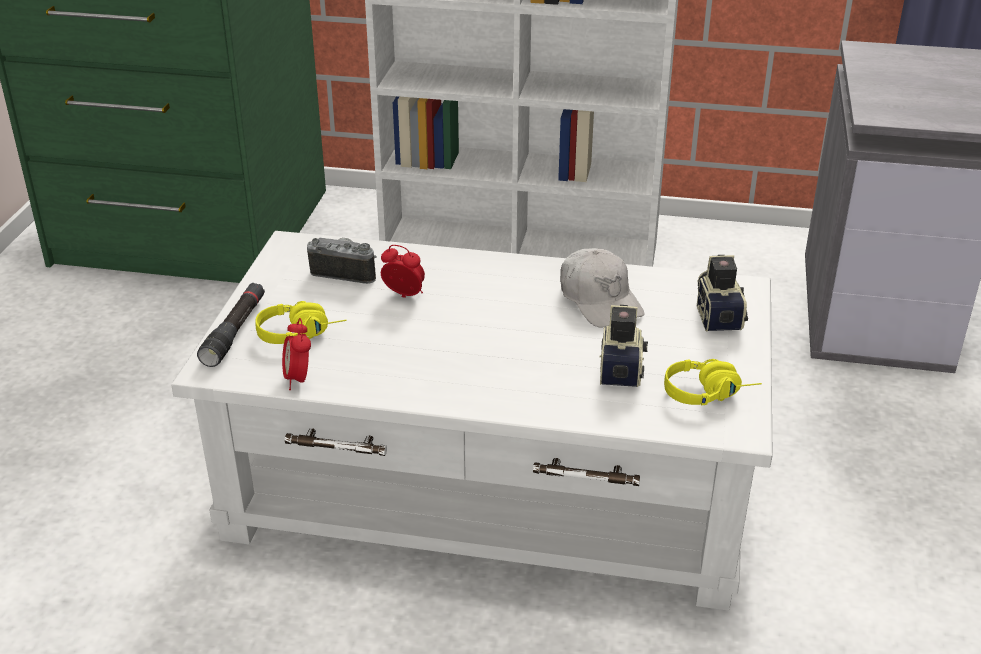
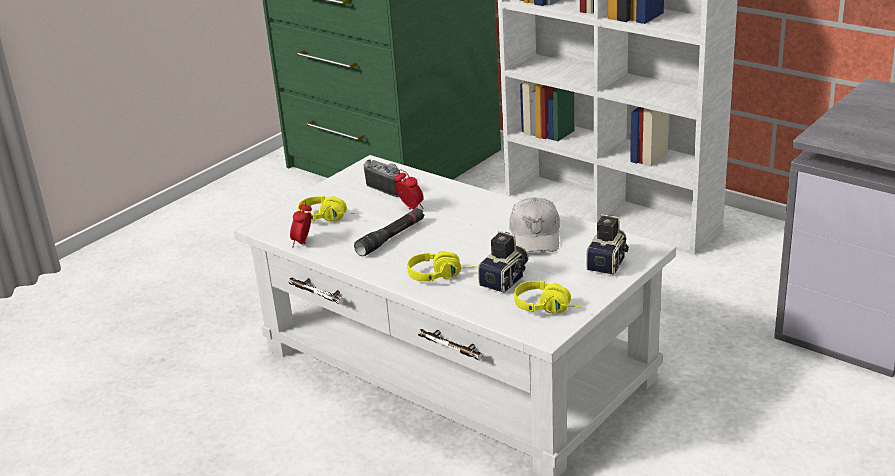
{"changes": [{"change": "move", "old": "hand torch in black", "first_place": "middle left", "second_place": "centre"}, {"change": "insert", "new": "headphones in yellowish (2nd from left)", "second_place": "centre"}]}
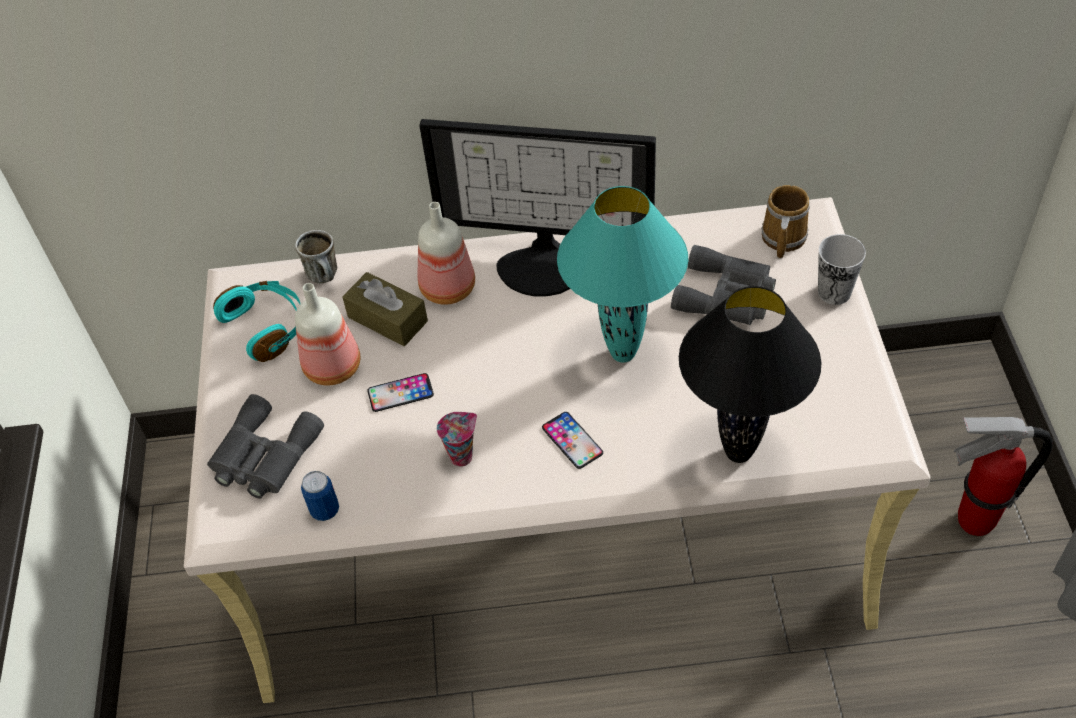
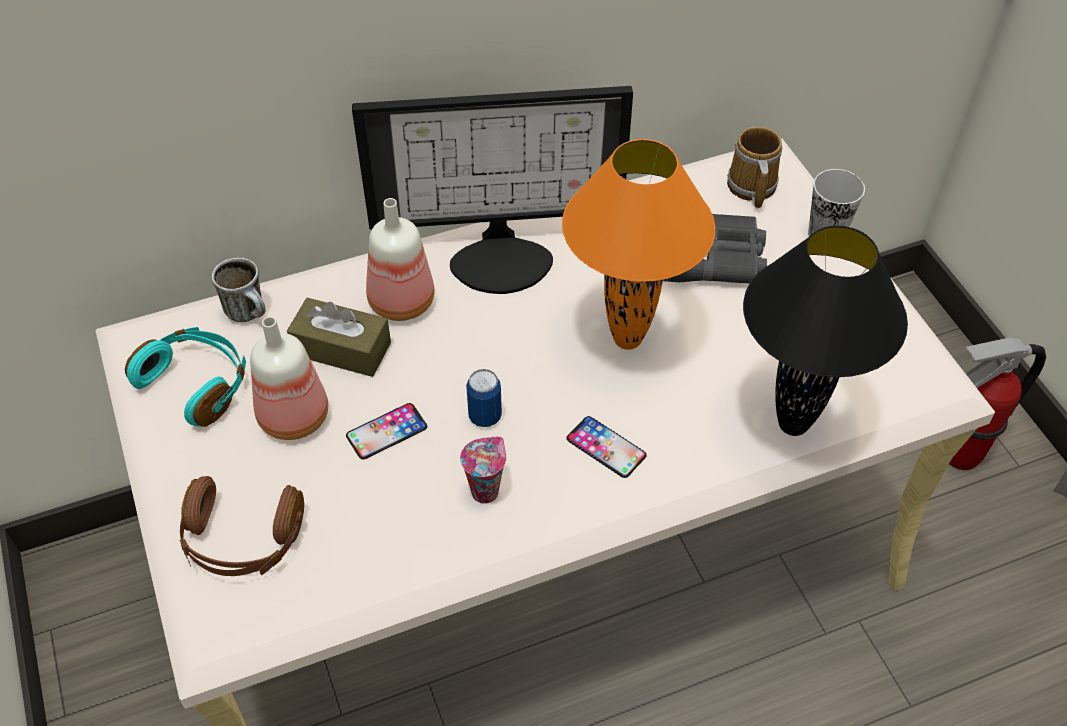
{"changes": [{"change": "replace", "old": "pair of binoculars in greyish (1st from left)", "new": "headphones in brown-coloured", "first_place": "middle left", "second_place": "bottom left"}, {"change": "move", "old": "metal can", "first_place": "bottom left", "second_place": "centre"}, {"change": "recolor", "old": "tabletop lamp in blue-green", "new": "tabletop lamp in orangey", "first_place": "centre", "second_place": "centre"}]}
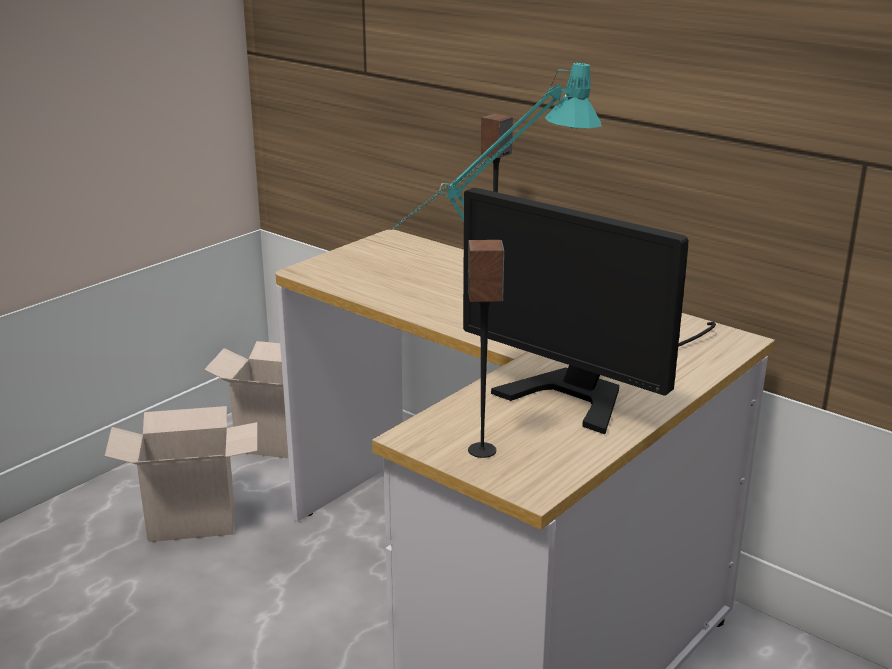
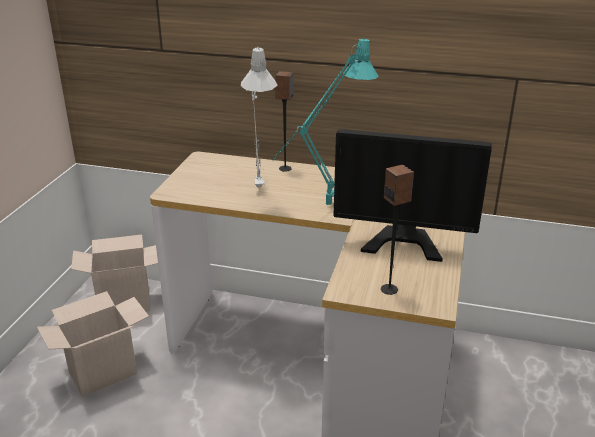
{"changes": [{"change": "insert", "new": "tabletop lamp in greyish", "second_place": "top centre"}]}
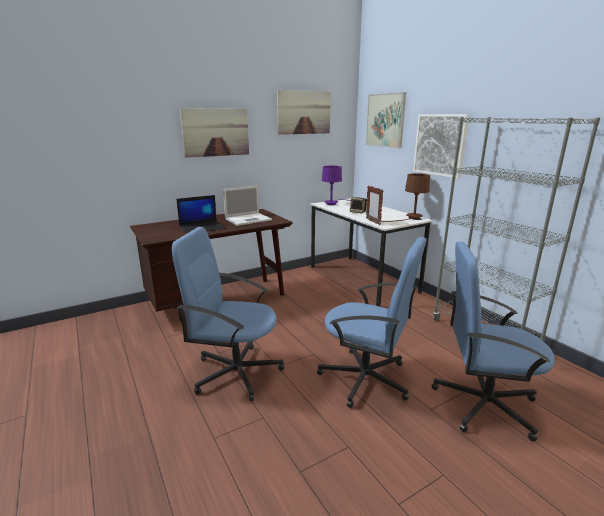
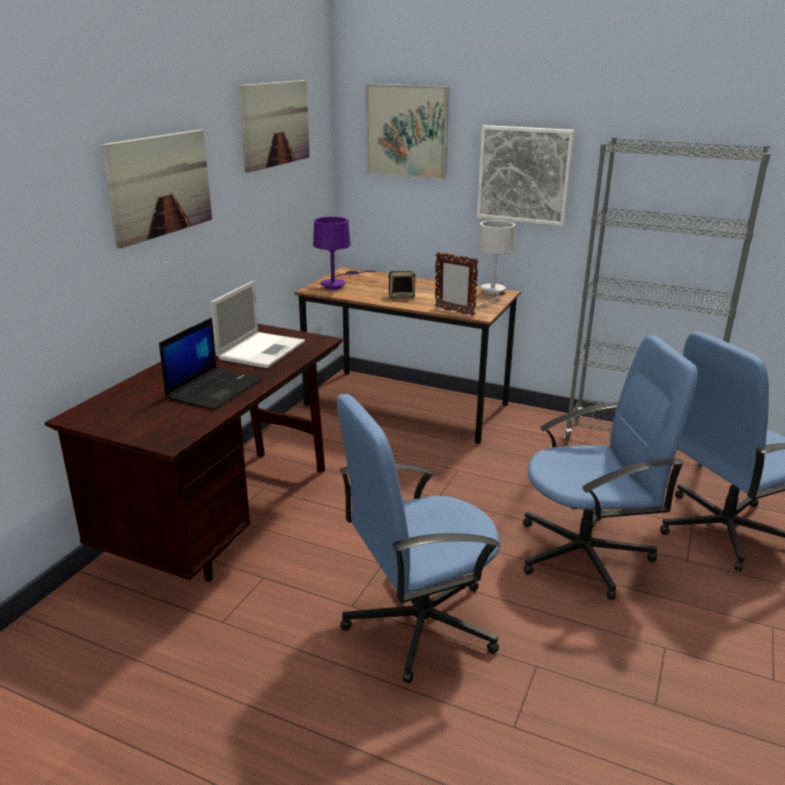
{"changes": [{"change": "recolor", "old": "desk table in white", "new": "desk table in brown-coloured (2nd from left)", "first_place": "centre", "second_place": "centre"}, {"change": "recolor", "old": "tabletop lamp in brown-coloured", "new": "tabletop lamp in white", "first_place": "middle right", "second_place": "centre"}]}
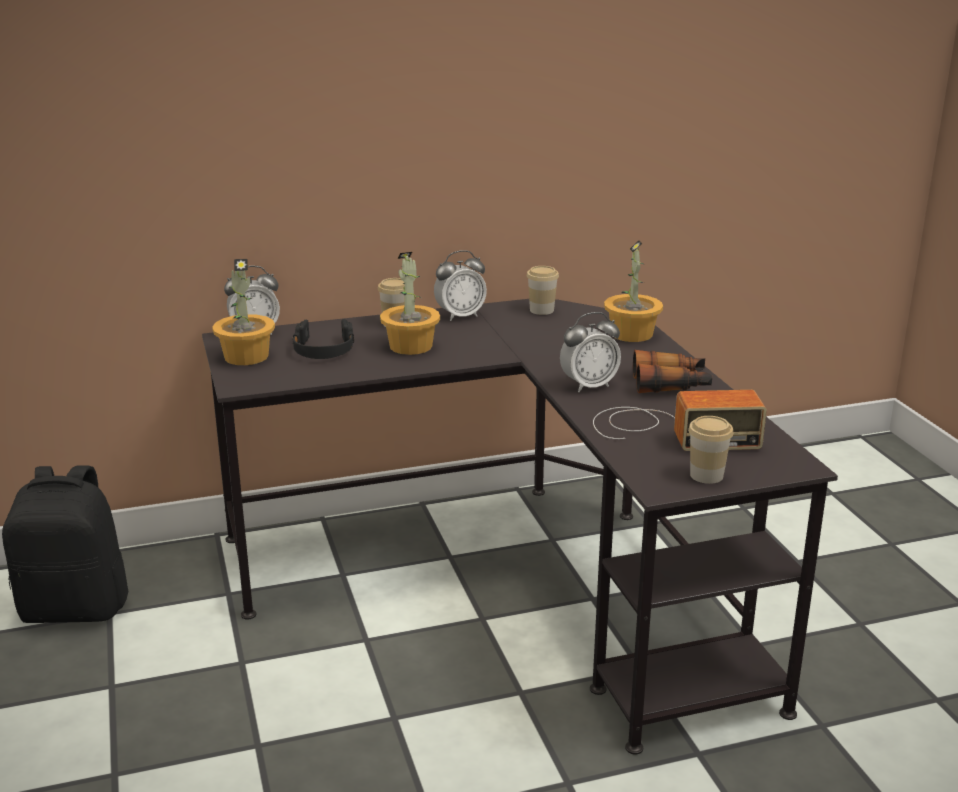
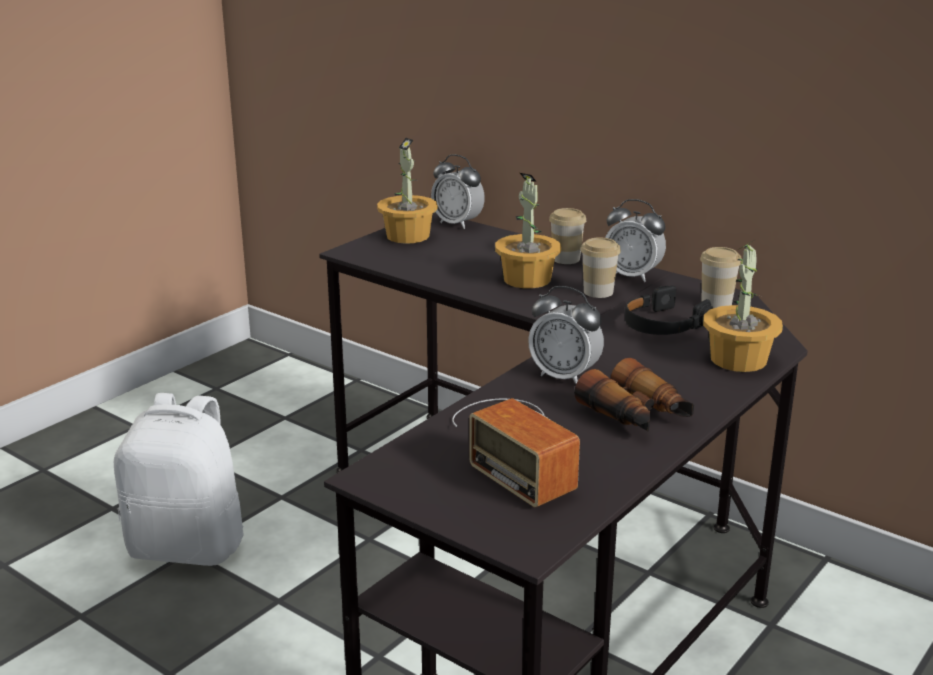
{"changes": [{"change": "delete", "old": "backpack in black", "first_place": "bottom left"}, {"change": "move", "old": "headphones in black", "first_place": "centre", "second_place": "middle right"}, {"change": "move", "old": "drinking cup (3rd from left in the first image)", "new": "drinking cup (2nd from left)", "first_place": "middle right", "second_place": "centre"}, {"change": "insert", "new": "backpack in white", "second_place": "bottom left"}]}
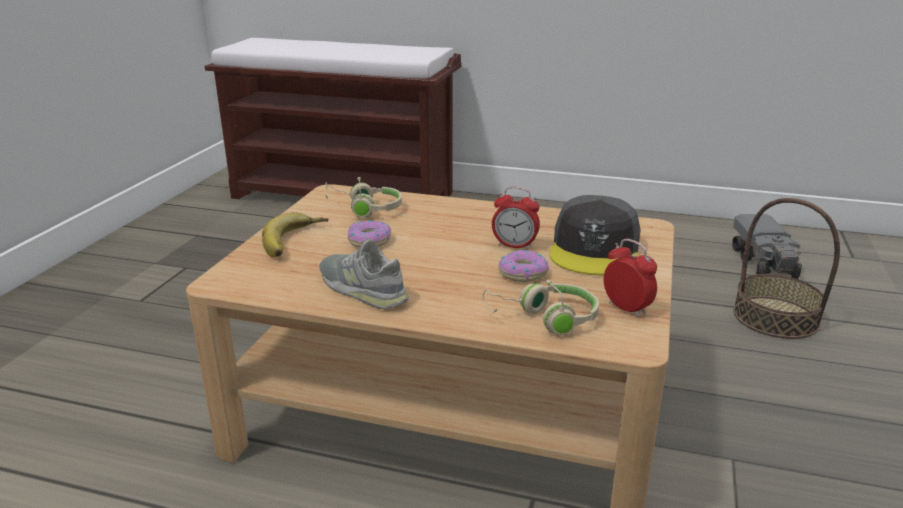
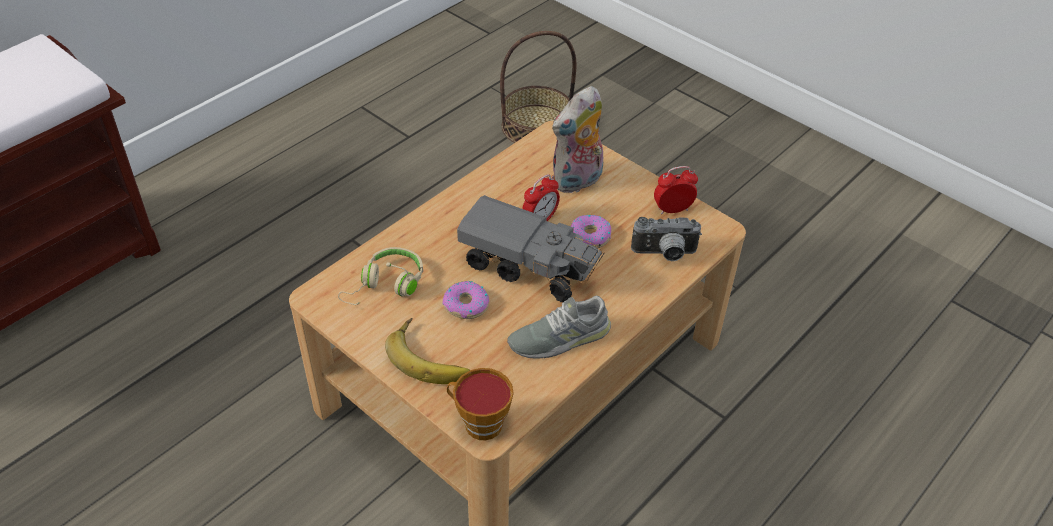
{"changes": [{"change": "replace", "old": "headphones in beige-coloured (2nd from left)", "new": "photo camera", "first_place": "centre", "second_place": "centre"}, {"change": "replace", "old": "peaked cap in greyish", "new": "plush toy", "first_place": "centre", "second_place": "top centre"}, {"change": "move", "old": "model truck", "first_place": "middle right", "second_place": "centre"}, {"change": "insert", "new": "drinking cup", "second_place": "bottom centre"}]}
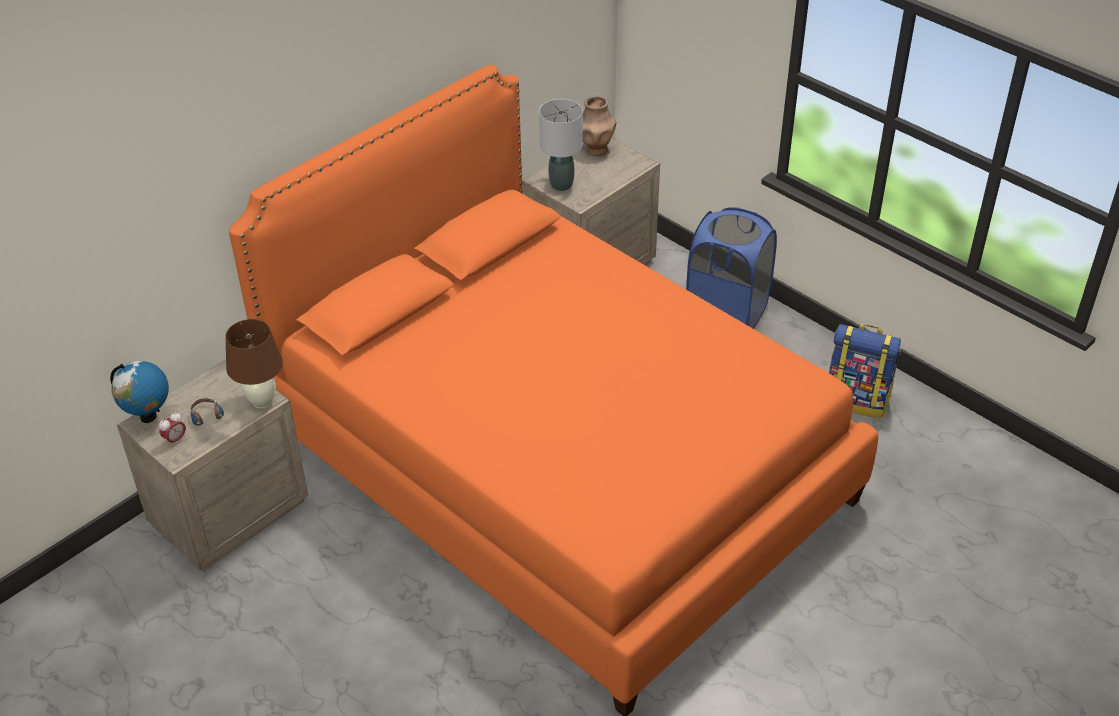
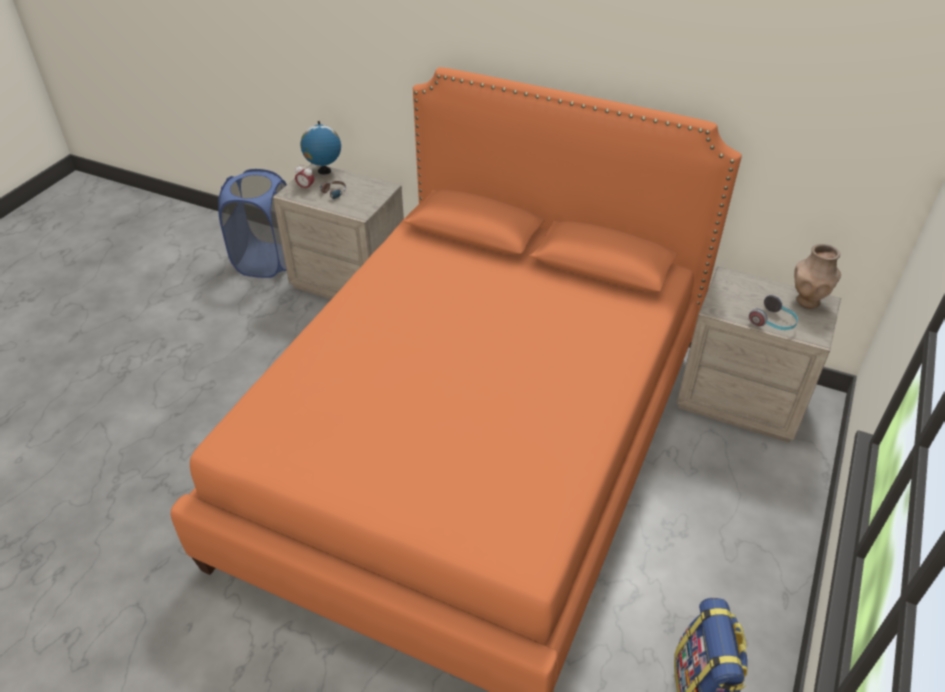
{"changes": [{"change": "delete", "old": "tabletop lamp in brown-coloured", "first_place": "middle left"}, {"change": "delete", "old": "tabletop lamp in greyish", "first_place": "top centre"}, {"change": "move", "old": "washing basket in bluish", "first_place": "centre", "second_place": "top left"}, {"change": "insert", "new": "headphones (2nd from left)", "second_place": "middle right"}]}
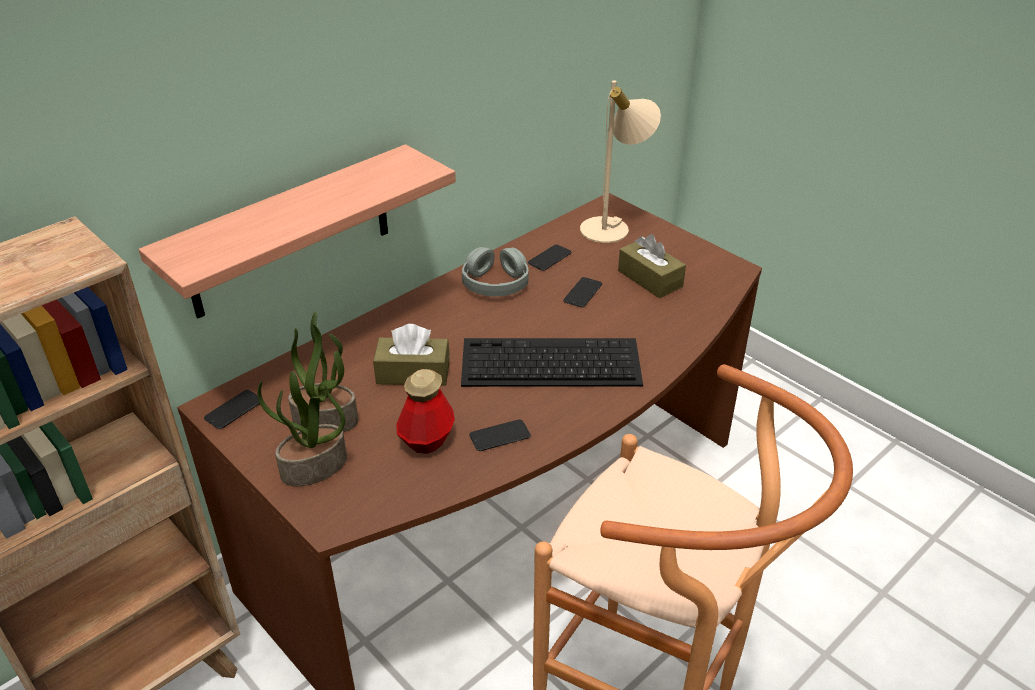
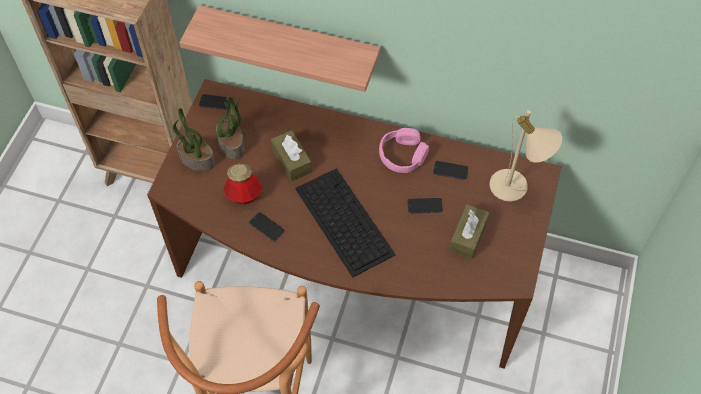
{"changes": [{"change": "recolor", "old": "headphones in greyish", "new": "headphones in pinkish", "first_place": "centre", "second_place": "centre"}]}
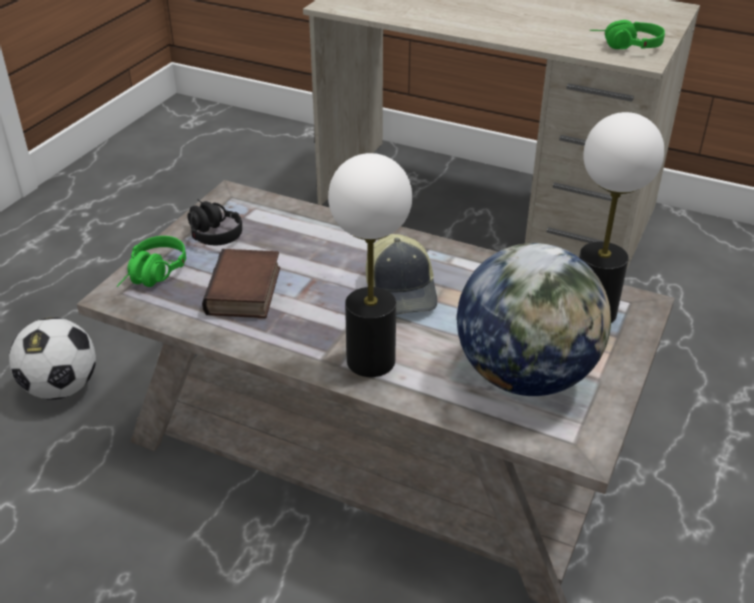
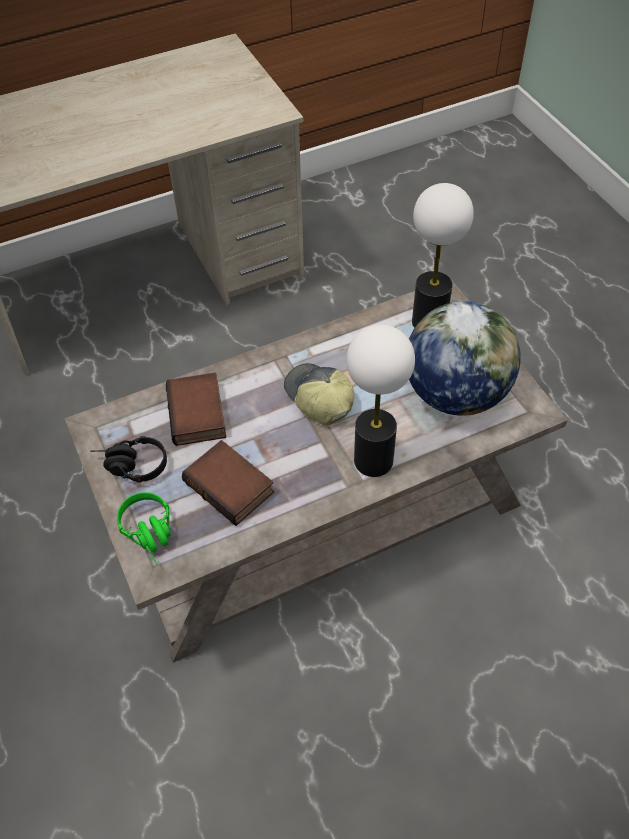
{"changes": [{"change": "delete", "old": "ball for football", "first_place": "middle left"}, {"change": "rotate", "old": "peaked cap", "first_place": "centre", "second_place": "centre", "degrees": -150}, {"change": "delete", "old": "headphones in greenish (2nd from left)", "first_place": "top right"}, {"change": "insert", "new": "volume (1st from left)", "second_place": "middle left"}]}
